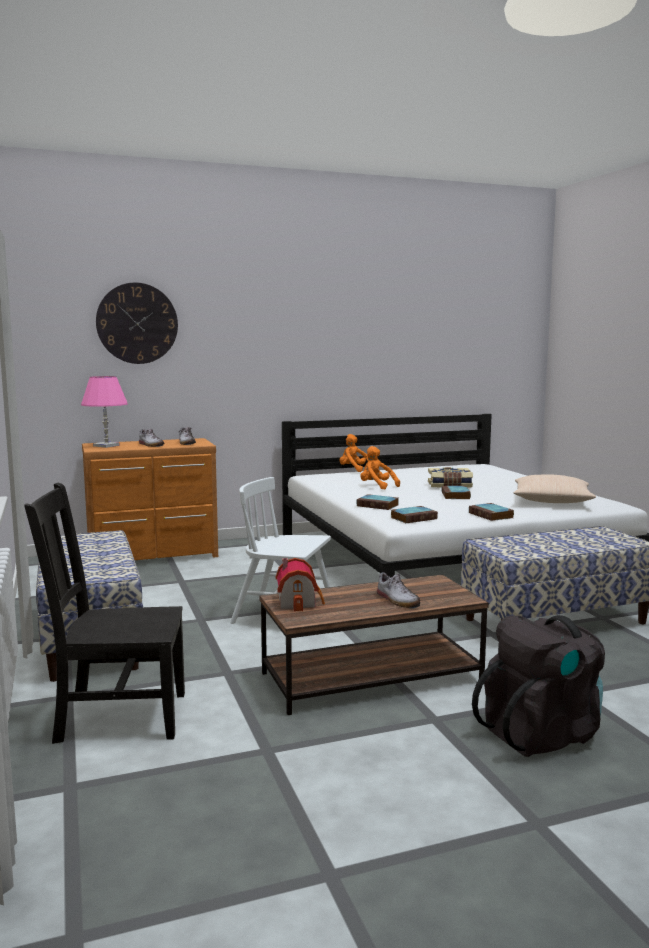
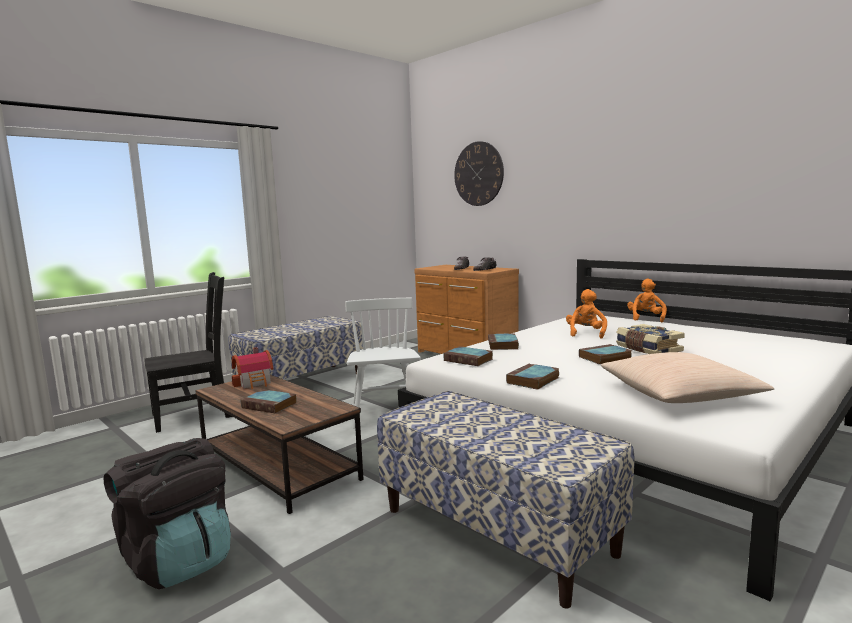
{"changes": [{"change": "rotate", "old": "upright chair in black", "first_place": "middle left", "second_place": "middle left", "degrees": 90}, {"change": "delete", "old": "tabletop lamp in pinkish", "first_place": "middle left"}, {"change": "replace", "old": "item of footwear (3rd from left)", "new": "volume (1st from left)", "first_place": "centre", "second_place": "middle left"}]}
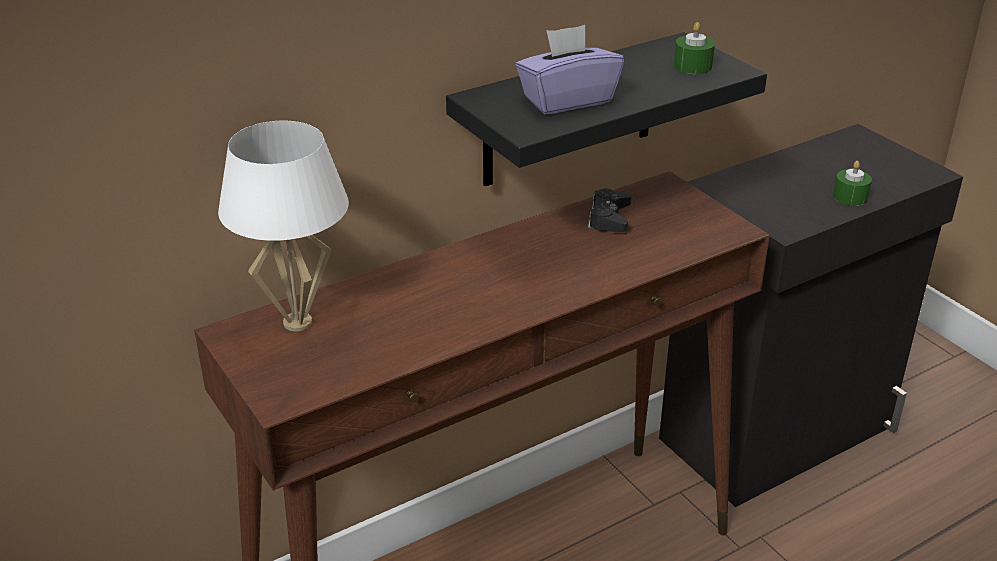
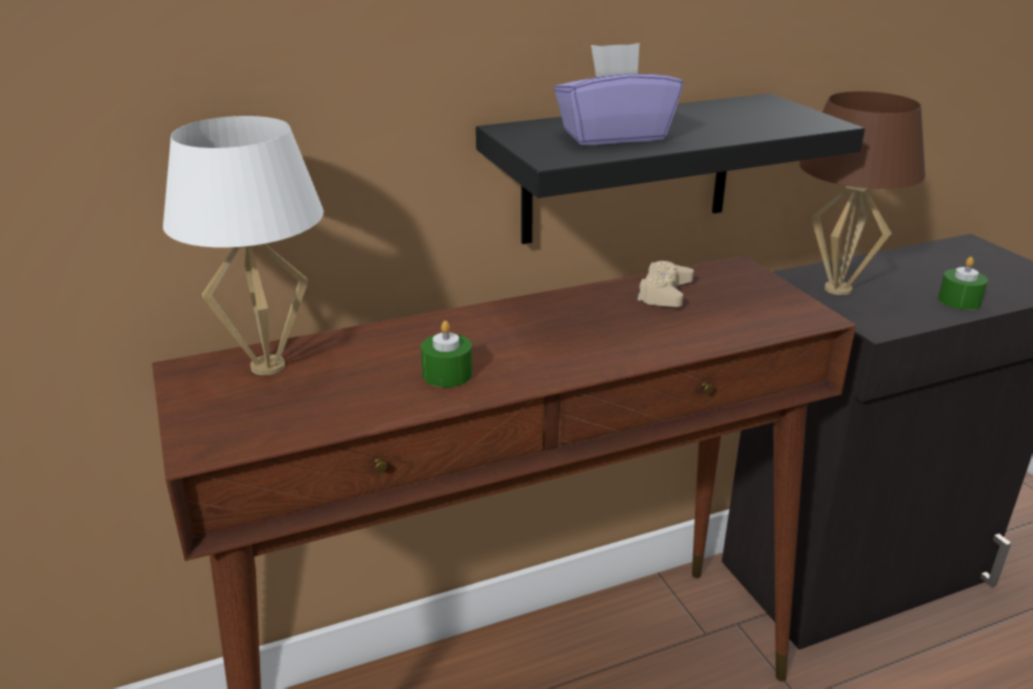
{"changes": [{"change": "recolor", "old": "joypad in black", "new": "joypad in beige-coloured", "first_place": "centre", "second_place": "centre"}, {"change": "move", "old": "wax candle in greenish (1st from left)", "first_place": "top right", "second_place": "centre"}, {"change": "insert", "new": "tabletop lamp in brown-coloured", "second_place": "top right"}]}
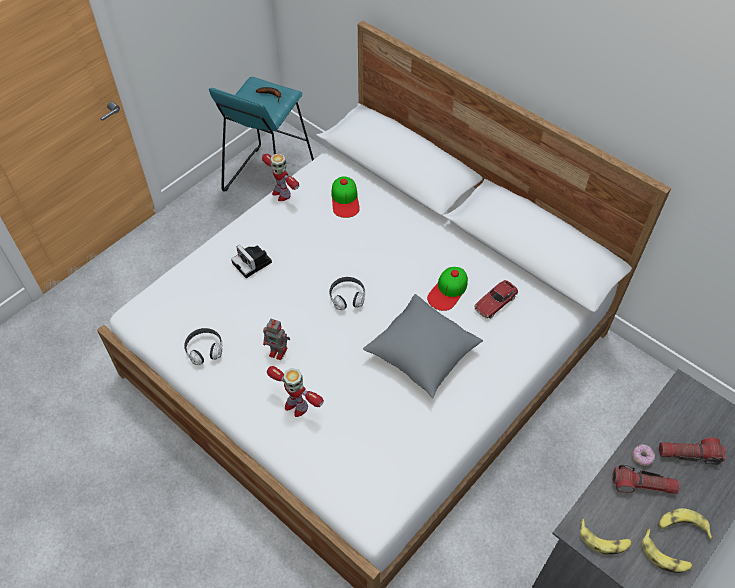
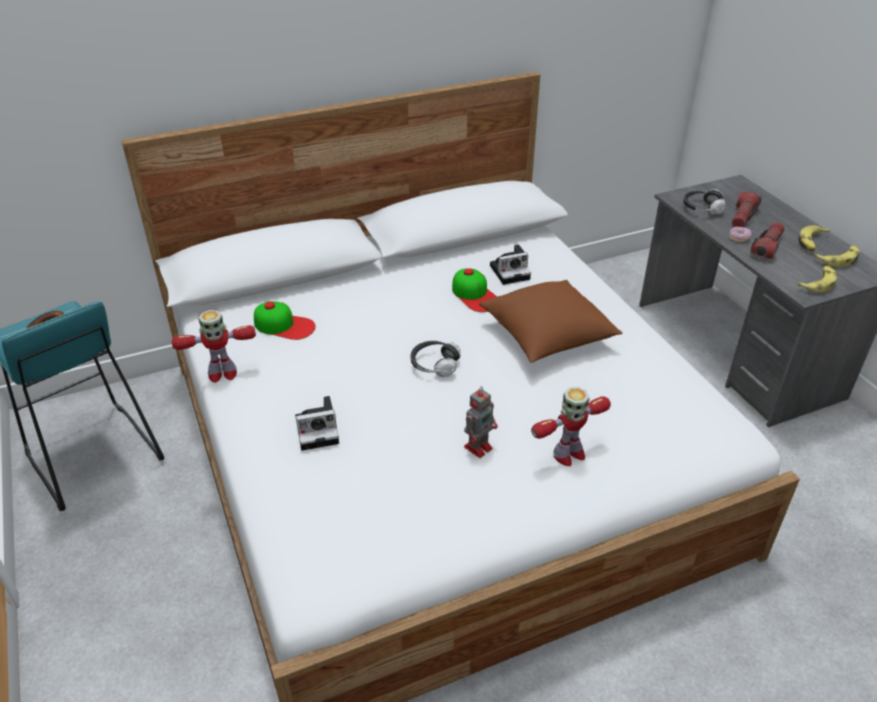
{"changes": [{"change": "move", "old": "headphones (1st from left in the first image)", "new": "headphones (2nd from left)", "first_place": "middle left", "second_place": "top right"}, {"change": "recolor", "old": "cushion in greyish", "new": "cushion in brown-coloured", "first_place": "centre", "second_place": "centre"}, {"change": "replace", "old": "model car", "new": "photo camera (2nd from left)", "first_place": "middle right", "second_place": "centre"}]}
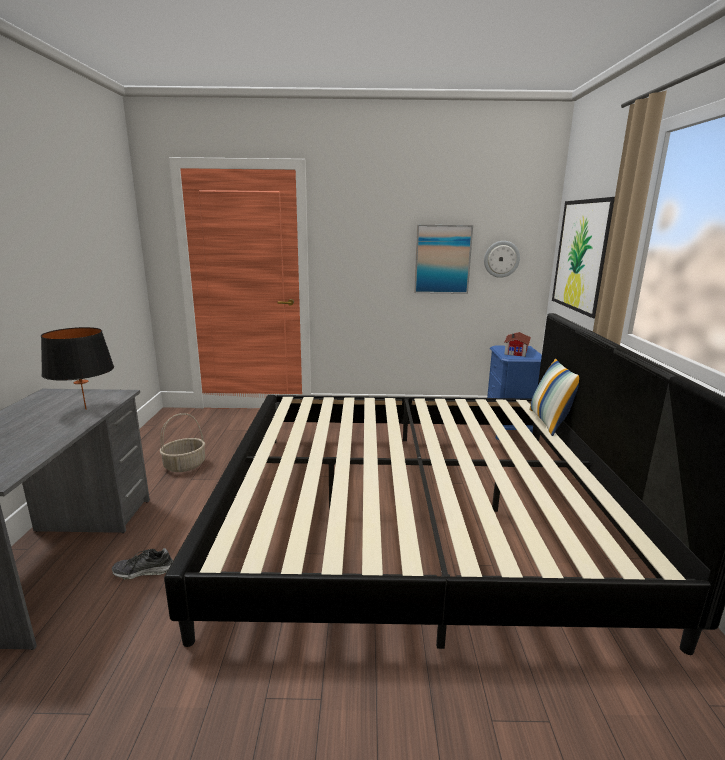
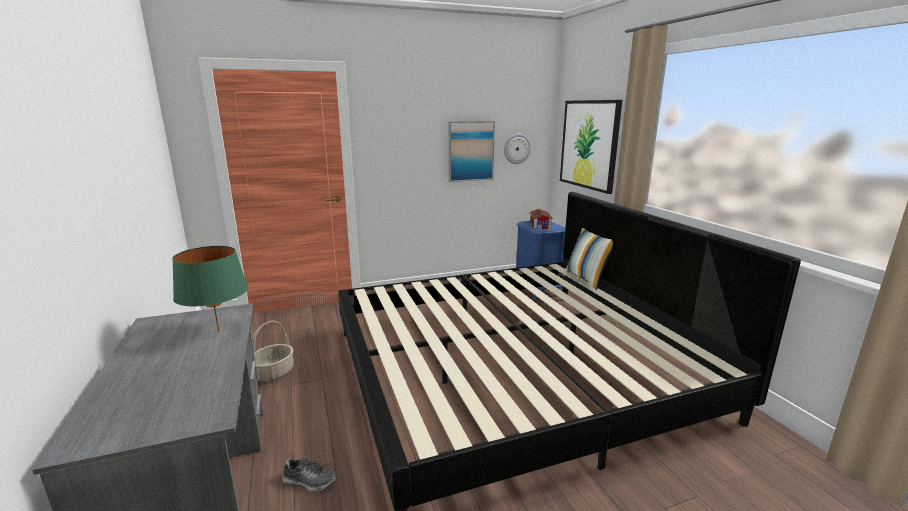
{"changes": [{"change": "recolor", "old": "tabletop lamp in black", "new": "tabletop lamp in greenish", "first_place": "middle left", "second_place": "middle left"}, {"change": "rotate", "old": "item of footwear", "first_place": "bottom left", "second_place": "bottom centre", "degrees": -135}]}
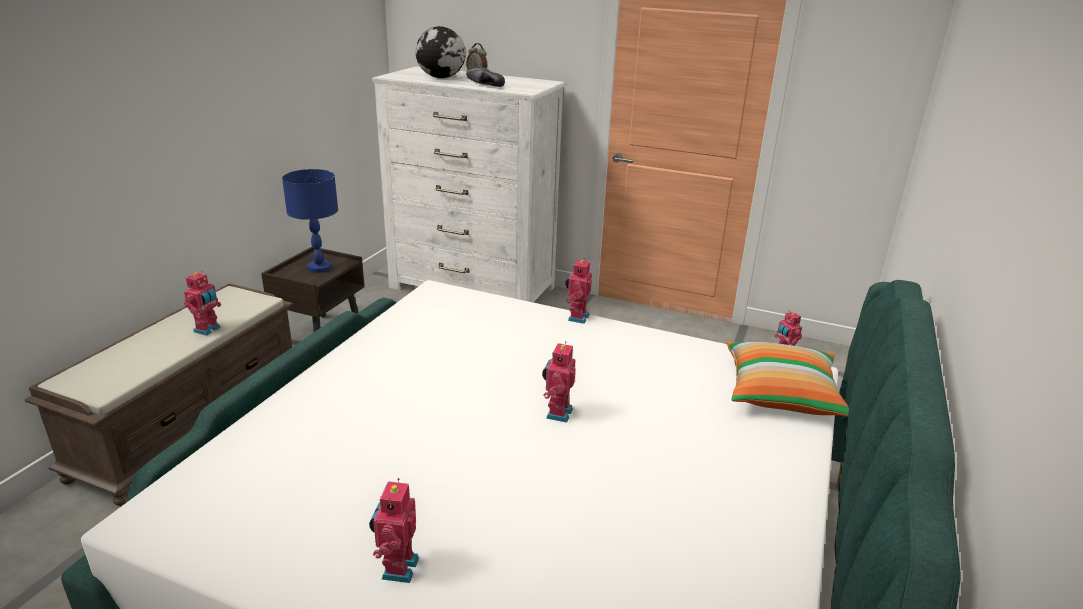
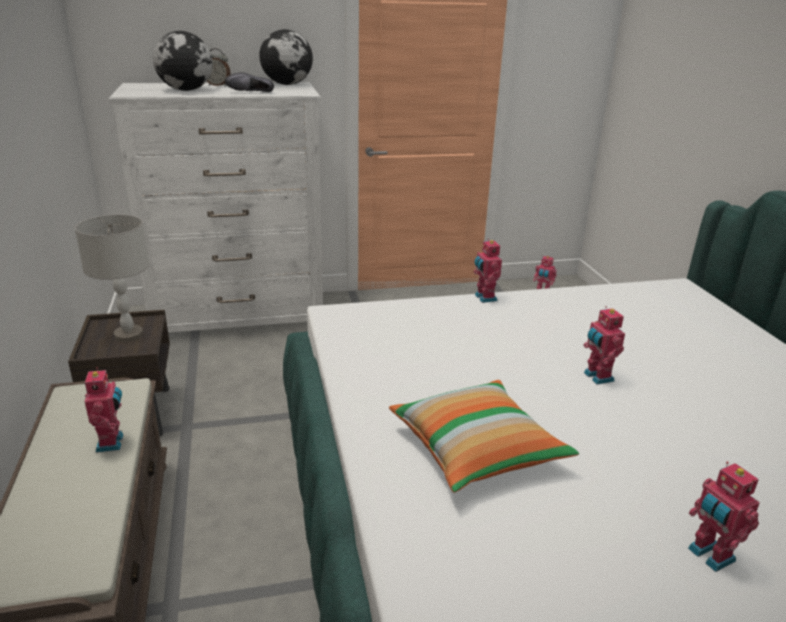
{"changes": [{"change": "recolor", "old": "tabletop lamp in bluish", "new": "tabletop lamp in greyish", "first_place": "middle left", "second_place": "middle left"}, {"change": "move", "old": "cushion", "first_place": "middle right", "second_place": "bottom centre"}, {"change": "insert", "new": "desk globe (2nd from left)", "second_place": "top centre"}]}
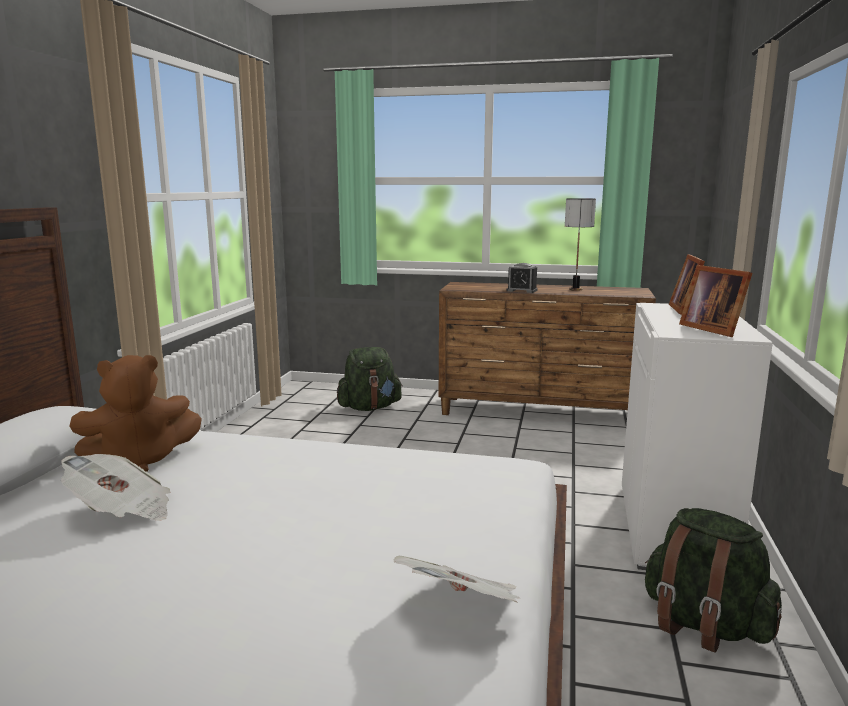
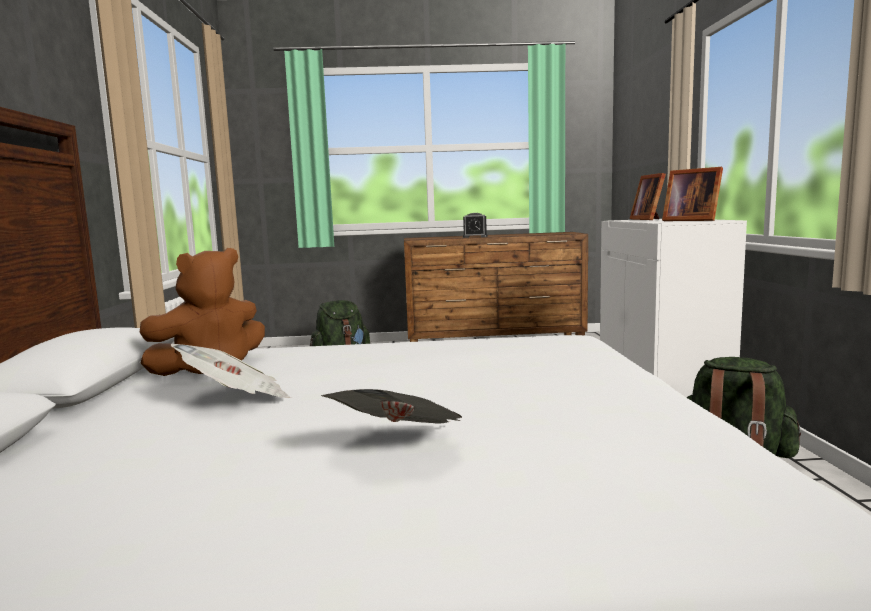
{"changes": [{"change": "move", "old": "printed paper (2nd from left)", "first_place": "bottom centre", "second_place": "centre"}, {"change": "delete", "old": "tabletop lamp", "first_place": "middle right"}]}
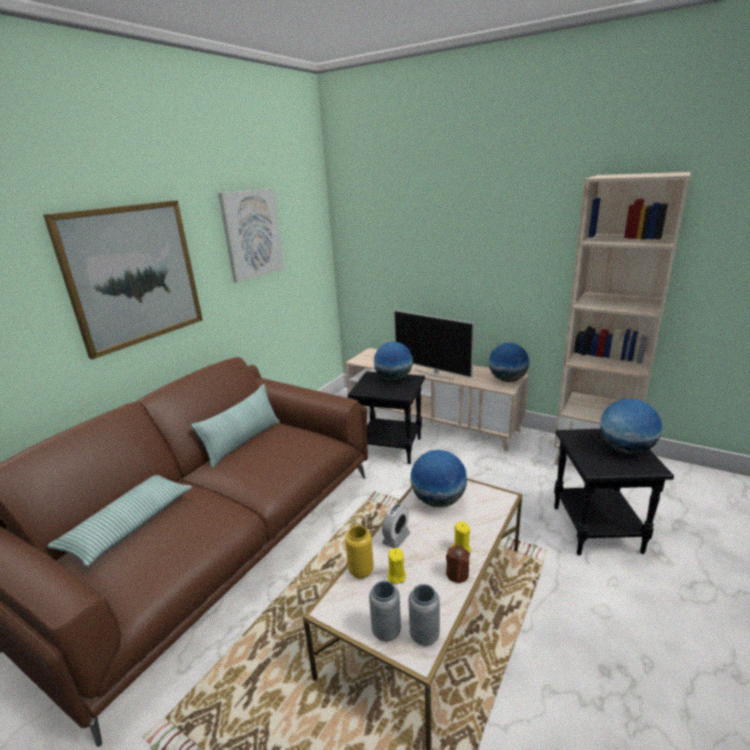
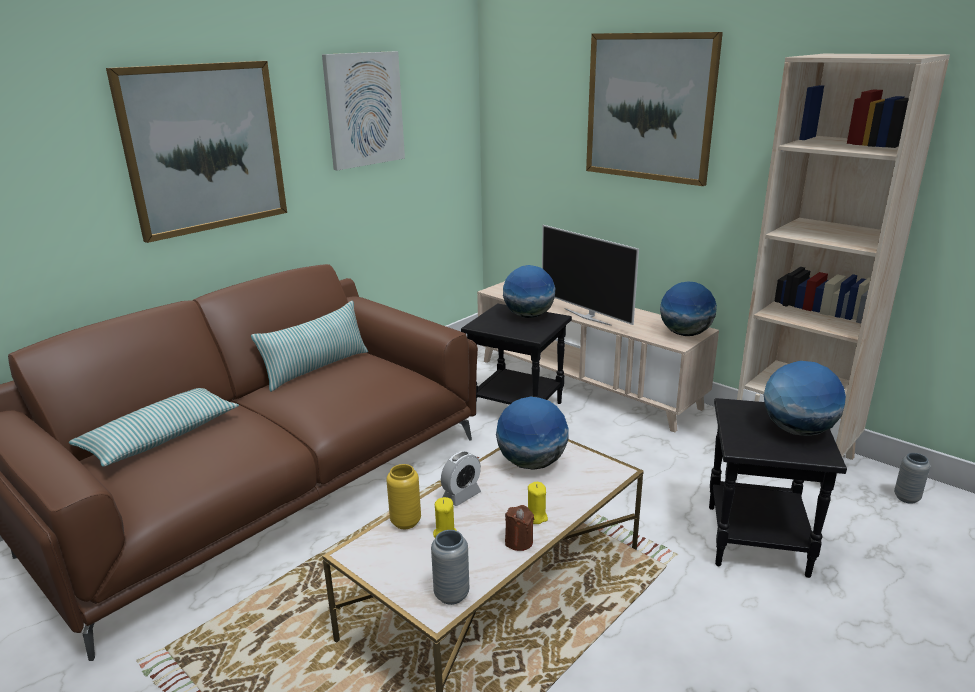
{"changes": [{"change": "move", "old": "vase in greyish (1st from left in the first image)", "new": "vase in greyish (2nd from left)", "first_place": "bottom centre", "second_place": "bottom right"}, {"change": "insert", "new": "wall art (3rd from left)", "second_place": "top right"}]}
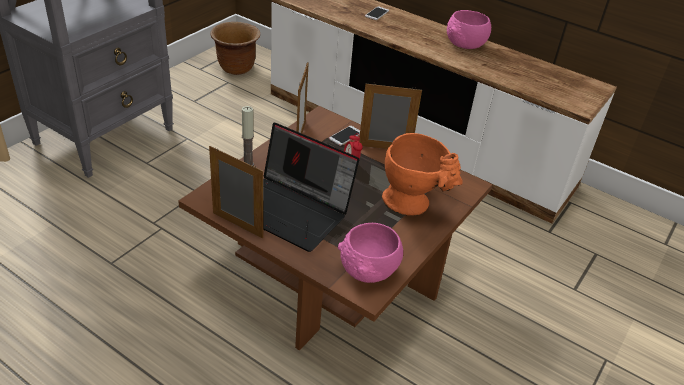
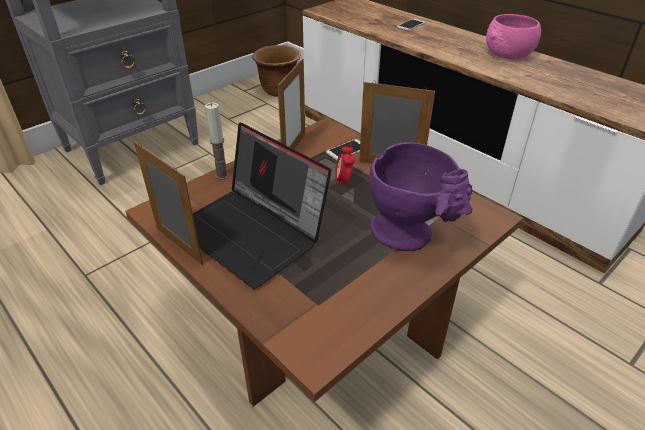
{"changes": [{"change": "delete", "old": "serving bowl in pinkish (1st from left)", "first_place": "centre"}, {"change": "recolor", "old": "vase in orangey", "new": "vase in purple-coloured", "first_place": "centre", "second_place": "centre"}]}
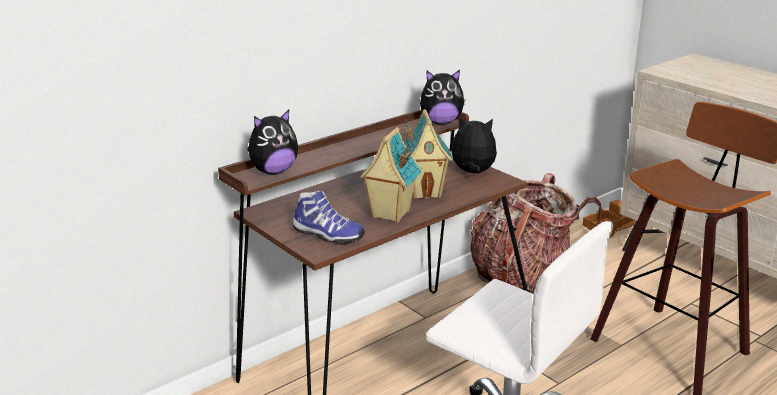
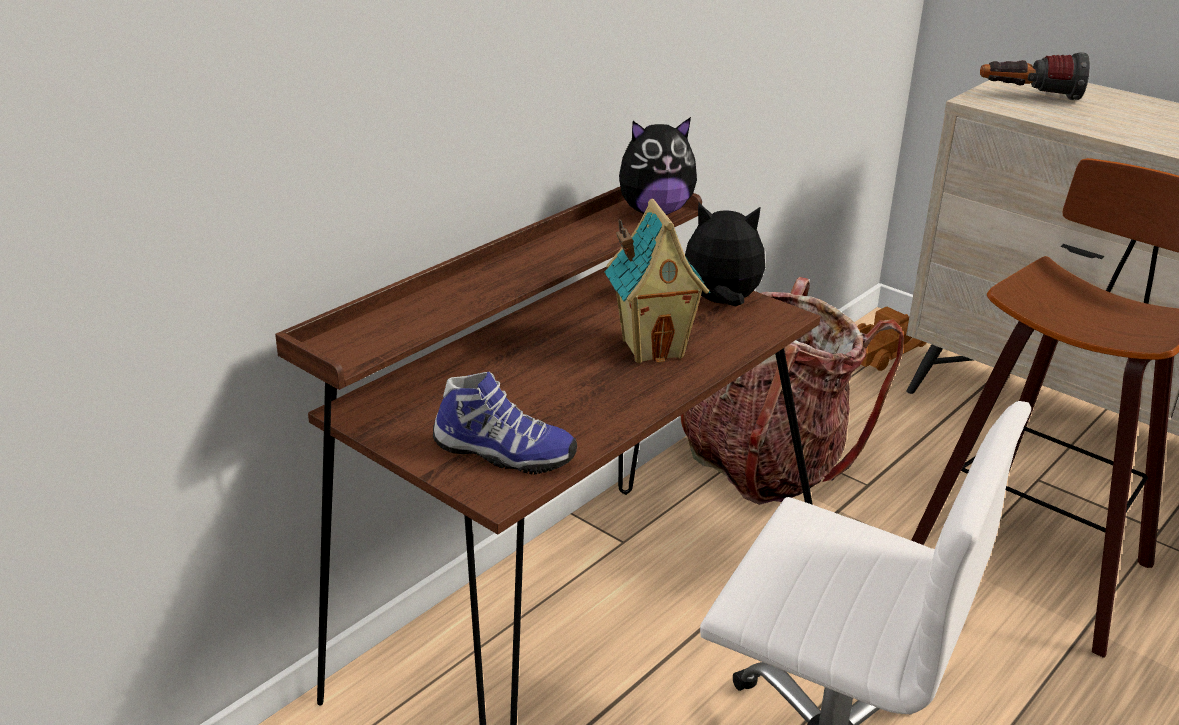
{"changes": [{"change": "delete", "old": "plush toy (1st from left)", "first_place": "centre"}, {"change": "delete", "old": "model house (1st from left)", "first_place": "centre"}, {"change": "insert", "new": "hand torch", "second_place": "top right"}]}
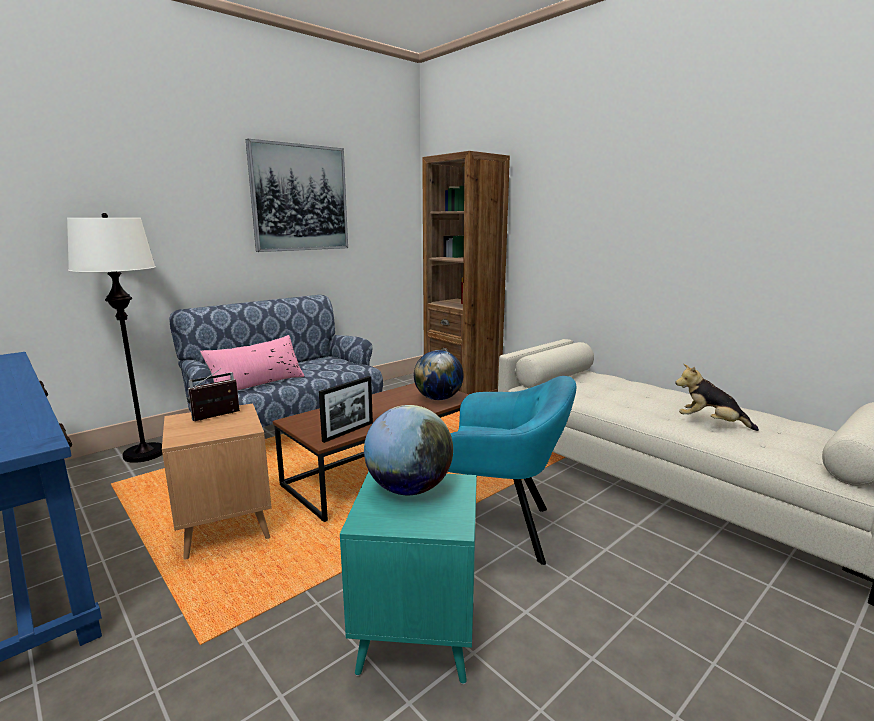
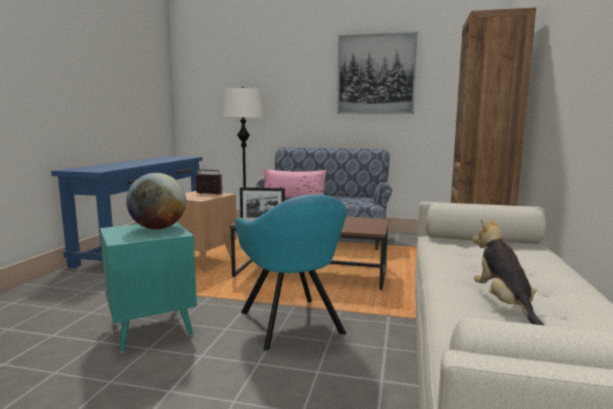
{"changes": [{"change": "delete", "old": "desk globe (2nd from left)", "first_place": "centre"}]}
